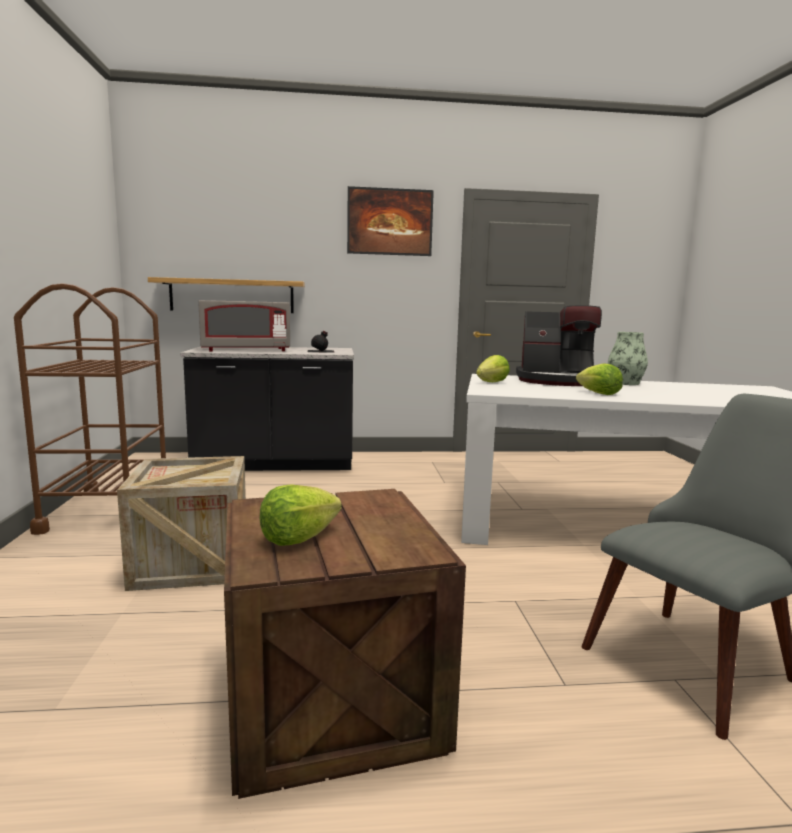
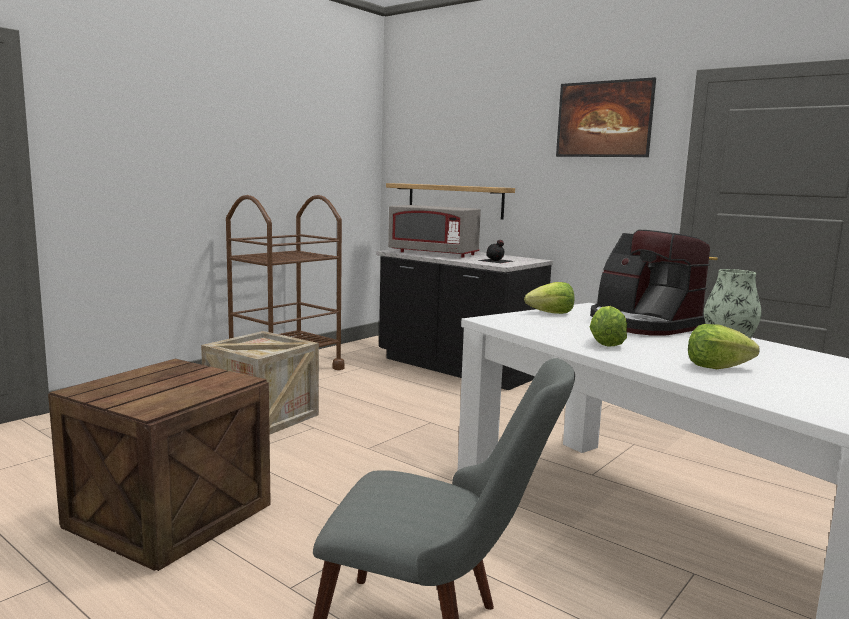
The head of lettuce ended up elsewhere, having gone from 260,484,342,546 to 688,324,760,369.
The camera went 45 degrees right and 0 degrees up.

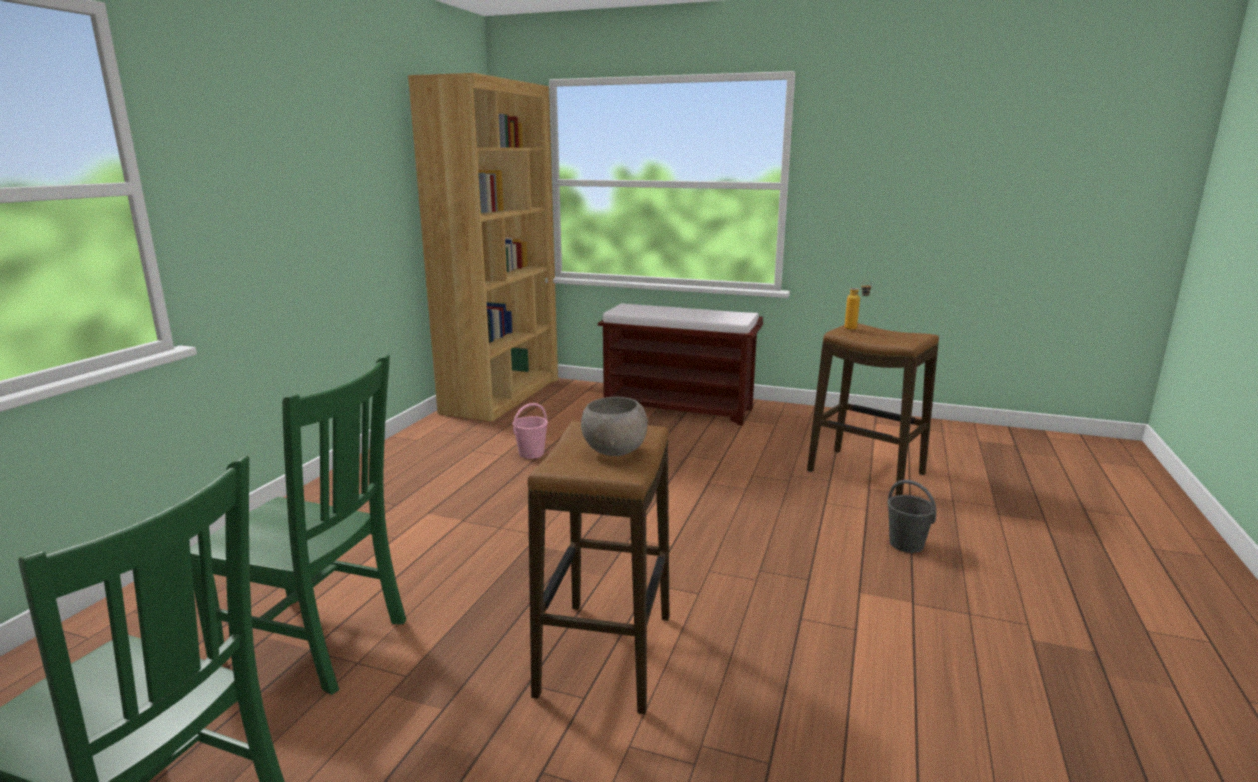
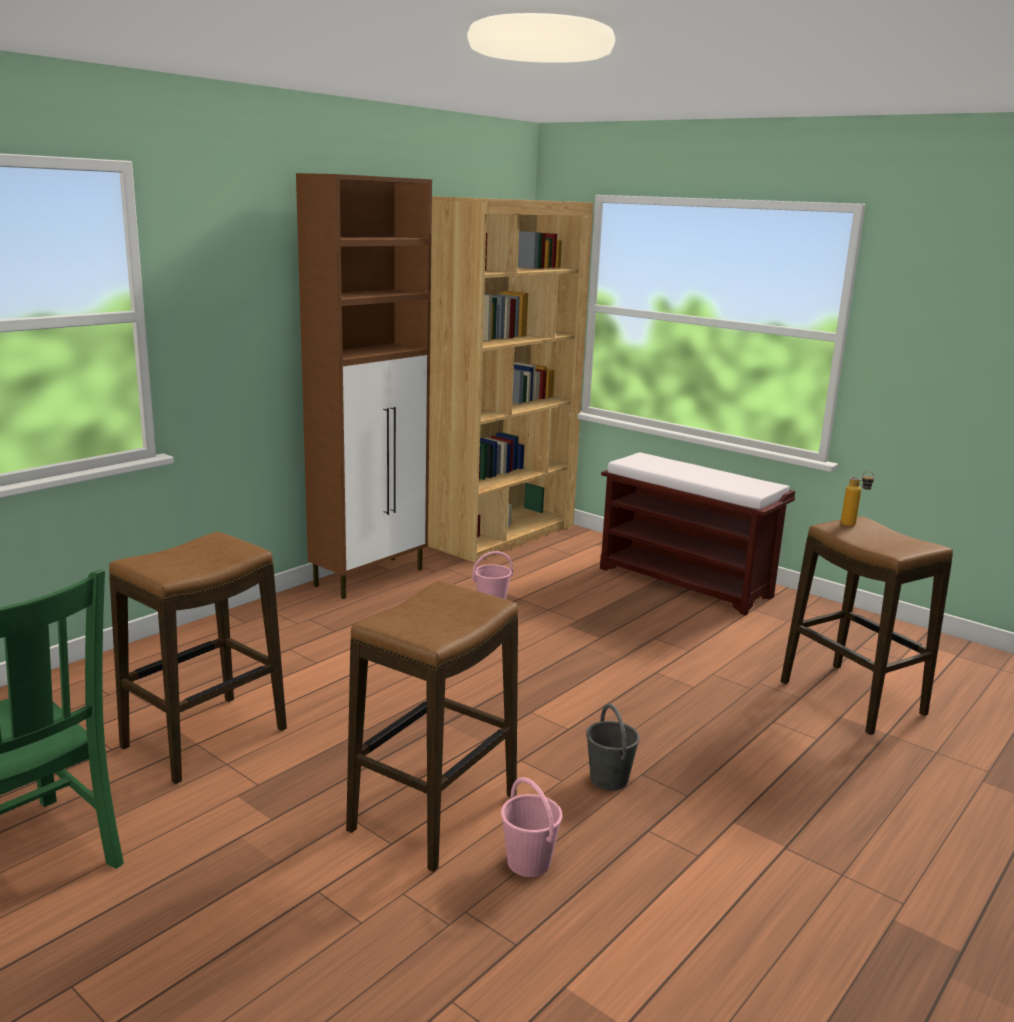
Where the green-coloured upright chair stood at 190,355,406,695, the stool came to stand at 109,531,287,784.
The second view gained the brownish storage cabinet at 296,173,432,599.
The second view gained the pink water bucket at 501,777,563,877.
The greyish water bucket ended up elsewhere, having gone from 887,480,936,553 to 586,704,640,791.
The second view lost the greyish bowl at 581,397,648,456.
The camera went 20 degrees right and 0 degrees up.

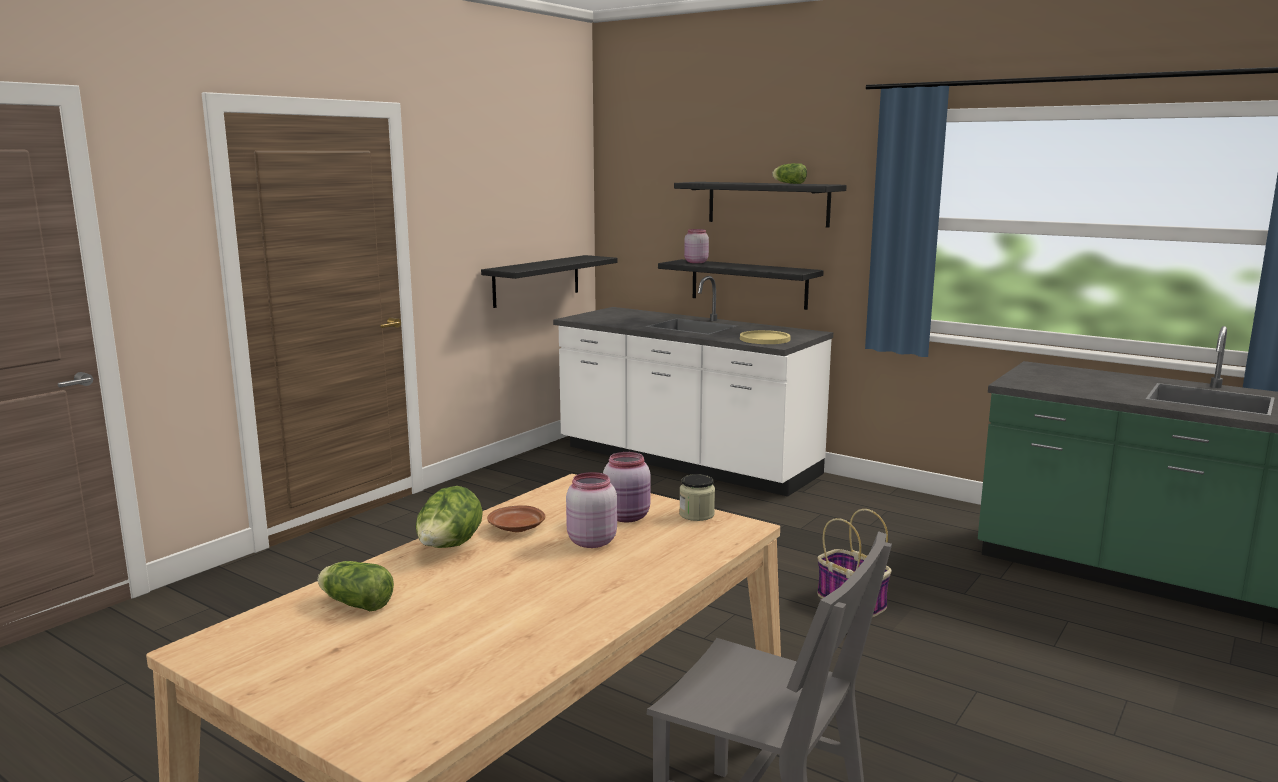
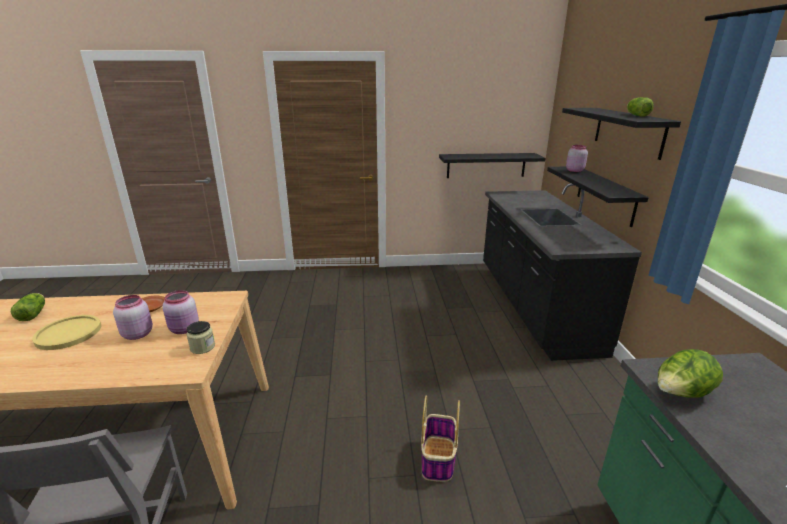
The yellow dinner plate ended up elsewhere, having gone from 740,330,790,344 to 32,315,101,350.
What was the white counter at 553,276,833,497 turned into the black-coloured counter at 483,183,642,361.
The head of lettuce ended up elsewhere, having gone from 416,486,483,548 to 658,349,723,398.
The camera went 50 degrees right and 10 degrees up.

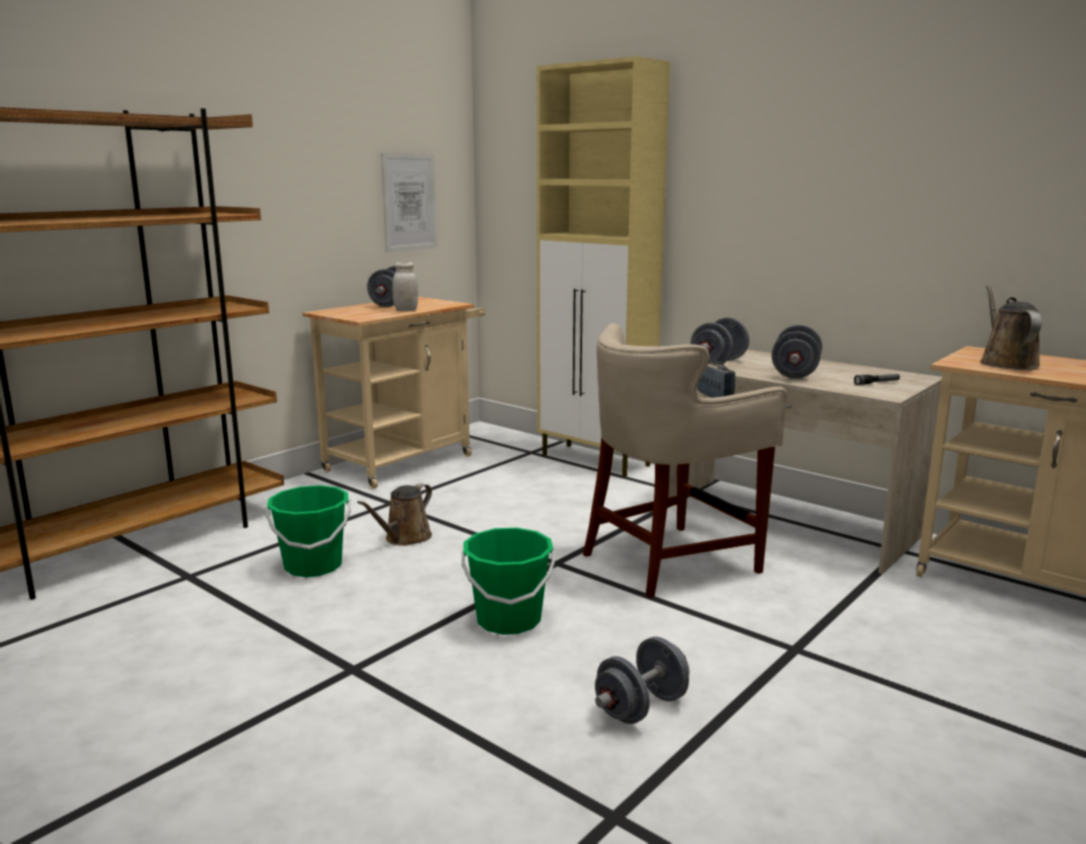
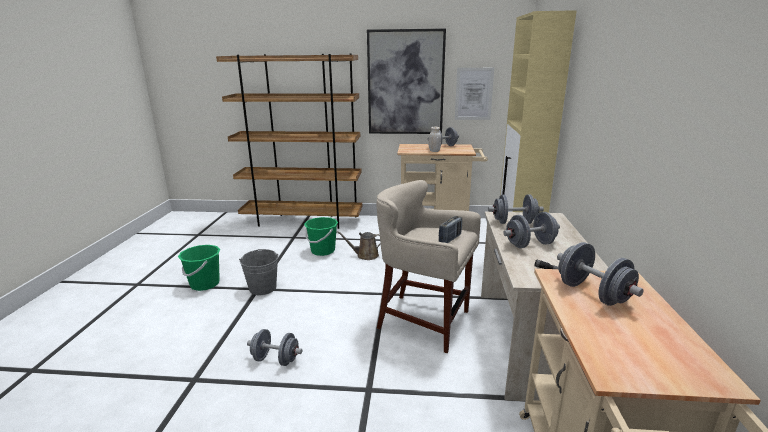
The green-coloured water bucket ended up elsewhere, having gone from 462,528,555,635 to 178,245,220,291.
The second view gained the greyish water bucket at 239,249,278,295.
The second view gained the picture at 367,28,446,134.
Where the brownish watering pot stood at 980,285,1042,370, the greyish dumbbell came to stand at 557,242,644,306.
The camera went 55 degrees right and 5 degrees up.

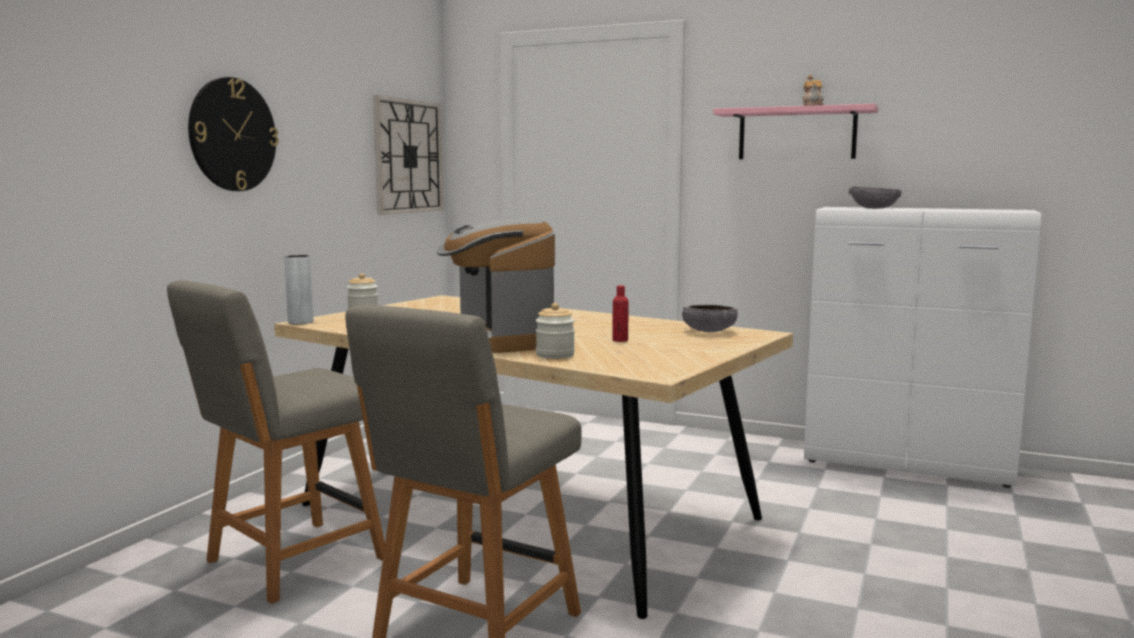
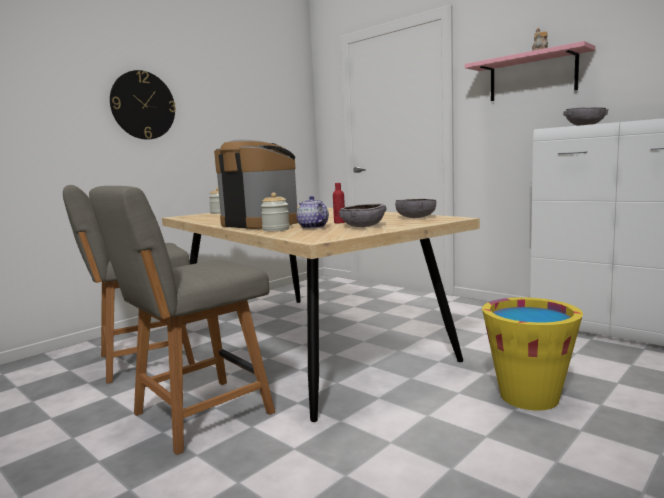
The coffee maker at 437,219,555,353 ended up facing another way, 135 degrees clockwise from before.
The second view gained the pot for tea at 297,196,329,229.
The second view gained the greyish bowl at 339,204,386,227.
The second view gained the yellow water bucket at 482,297,583,411.
The second view lost the greyish vase at 284,255,314,324.
The second view lost the hanging clock at 373,95,443,215.
The camera went 20 degrees right and 0 degrees up.

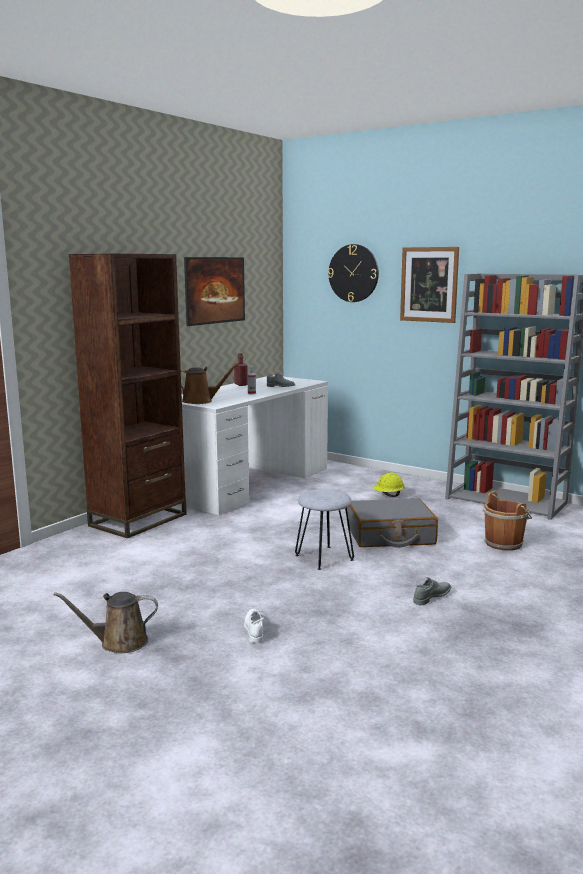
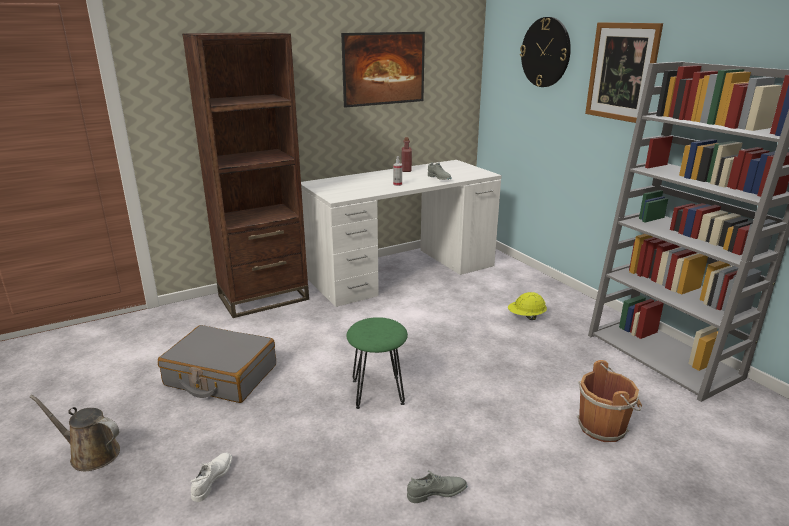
The greyish piece of luggage ended up elsewhere, having gone from 347,498,438,548 to 158,325,276,403.
What was the greyish stool at 295,489,354,570 turned into the green-coloured stool at 346,317,408,409.
The second view lost the brownish watering pot at 181,364,239,404.
The camera went 25 degrees right and 10 degrees up.

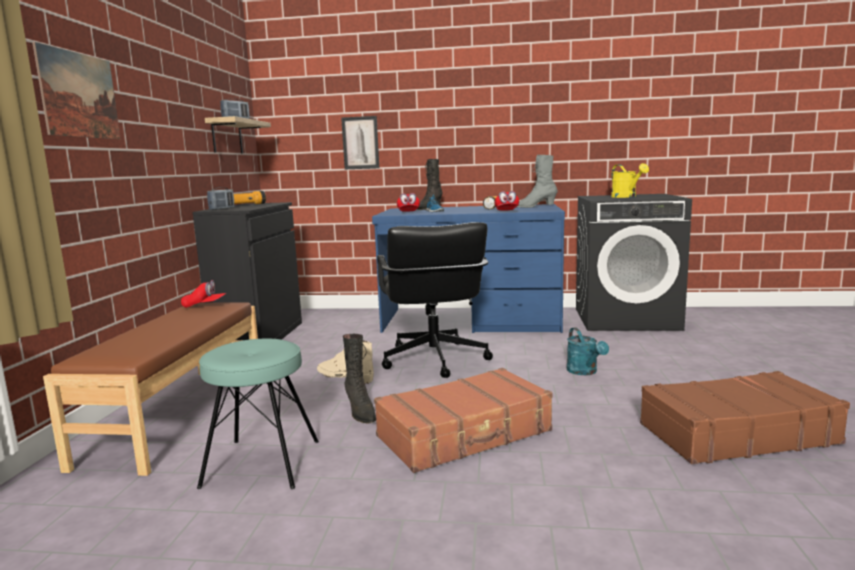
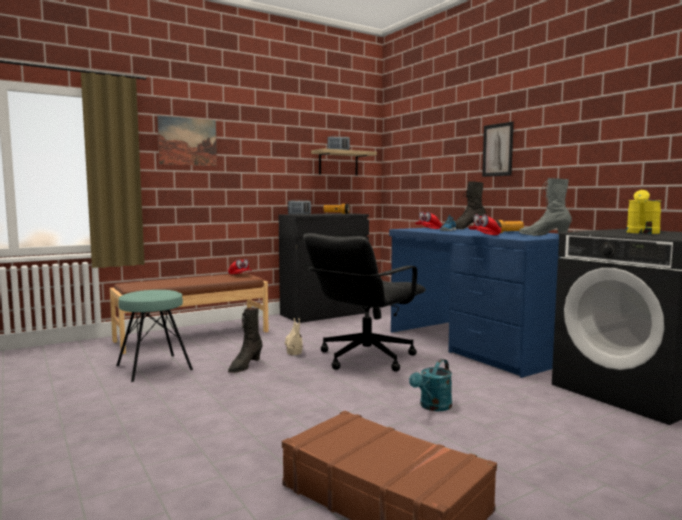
The picture ended up elsewhere, having gone from 341,116,379,169 to 482,122,514,177.
The second view lost the brownish piece of luggage at 374,368,553,473.
The camera went 50 degrees right and 5 degrees down.

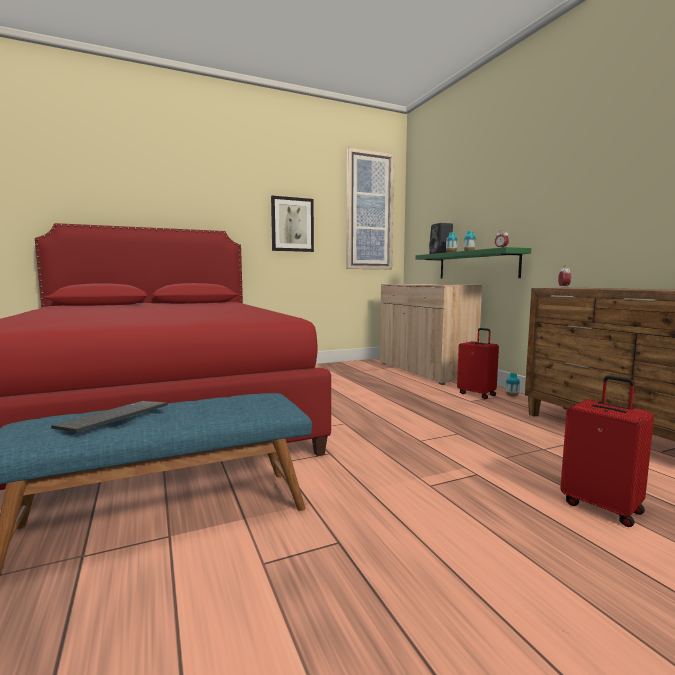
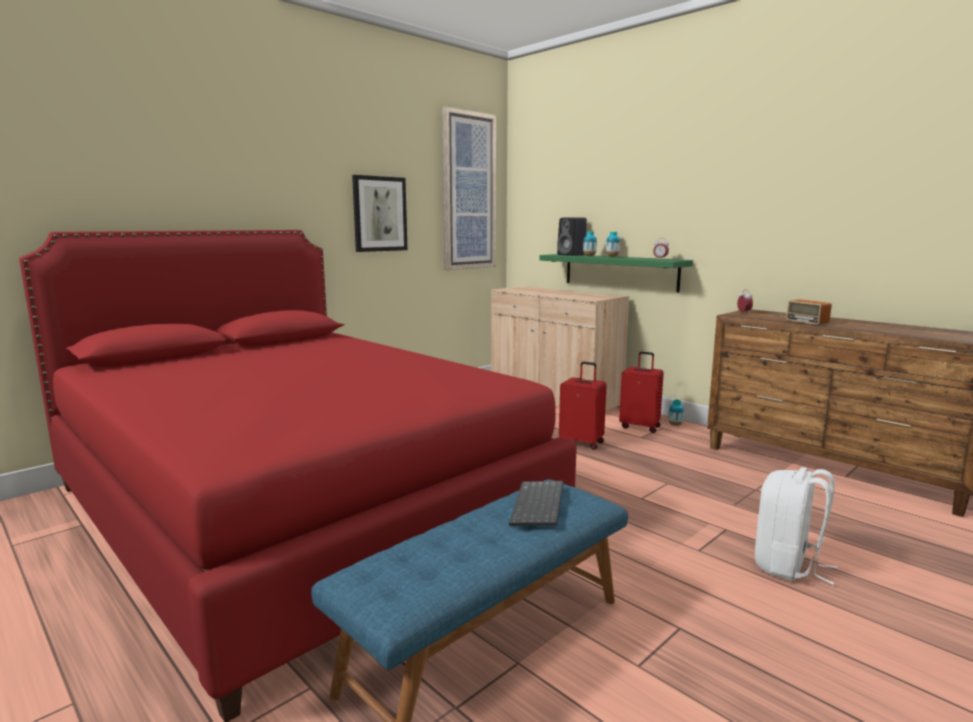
The keyboard ended up elsewhere, having gone from 51,401,168,433 to 509,481,564,526.
The red piece of luggage ended up elsewhere, having gone from 560,375,654,527 to 559,362,607,450.
The second view gained the white knapsack at 755,467,838,584.
The second view gained the radio at 770,299,832,325.
The camera went 20 degrees left and 5 degrees up.

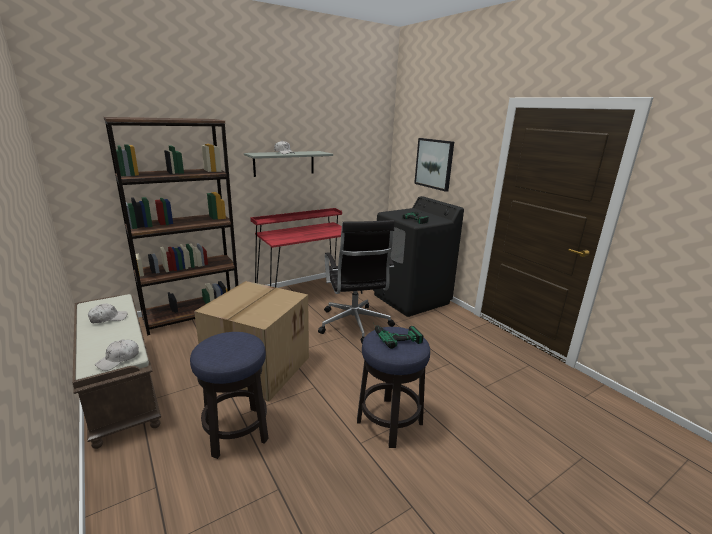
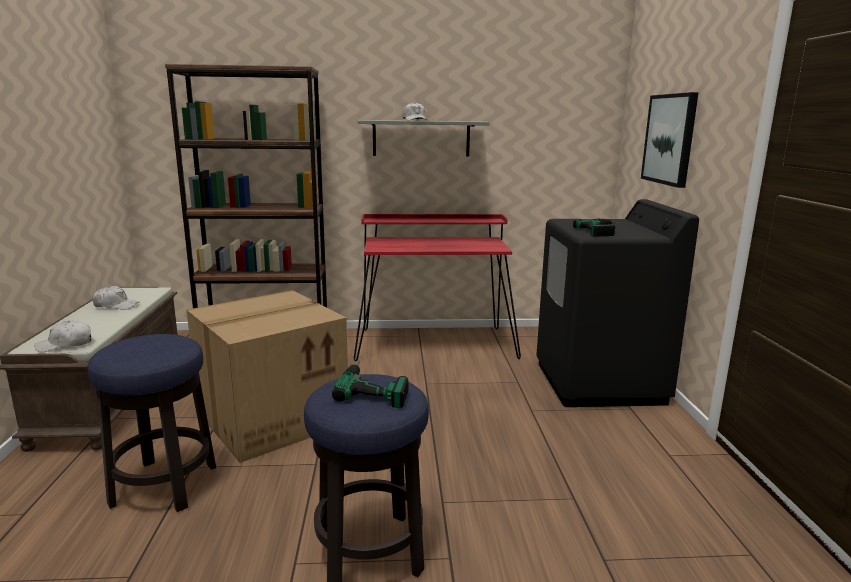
The second view lost the black-coloured desk chair at 318,220,395,343.
The camera went 30 degrees right and 5 degrees down.

